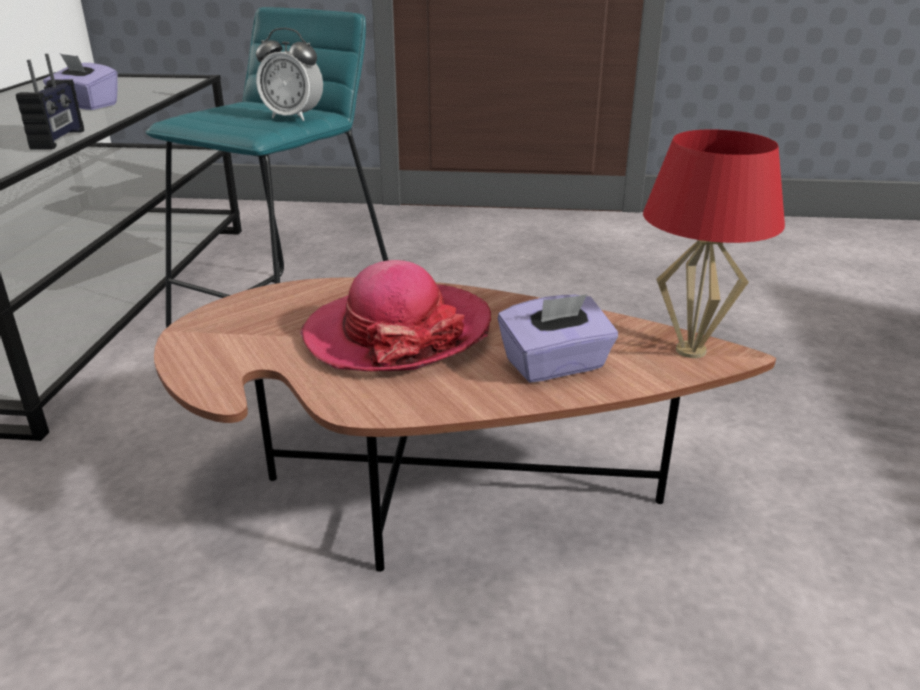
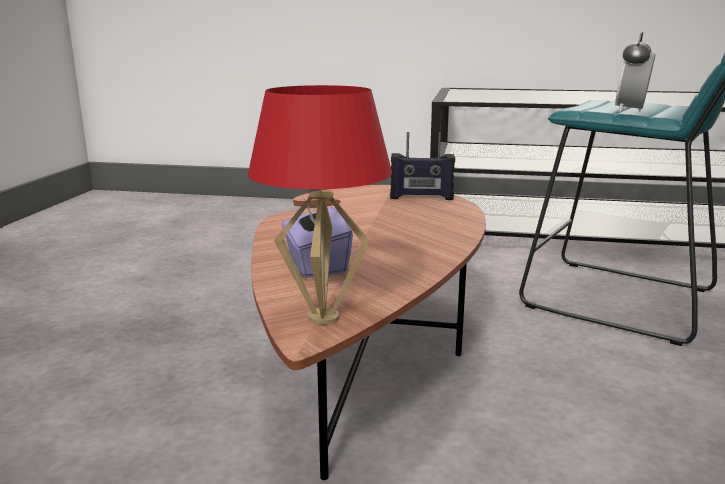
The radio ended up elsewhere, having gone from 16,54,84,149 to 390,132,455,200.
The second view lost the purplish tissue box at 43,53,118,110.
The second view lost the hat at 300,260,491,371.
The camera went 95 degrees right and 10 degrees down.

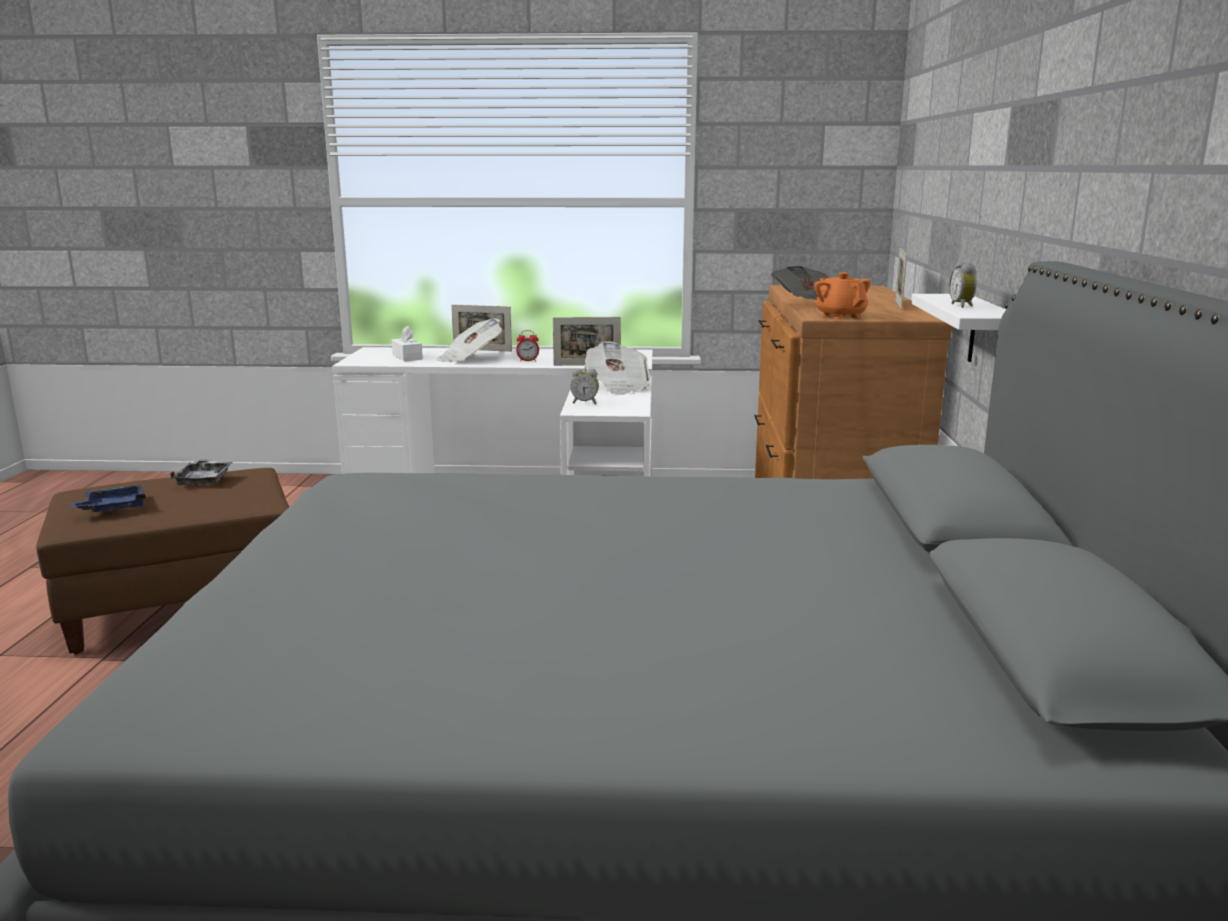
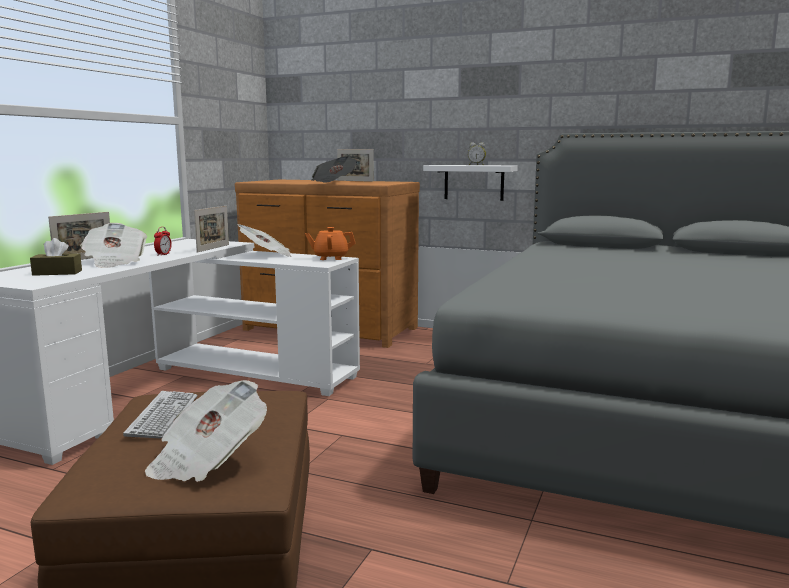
What was the white tissue box at 392,326,423,361 turned into the brownish tissue box at 30,238,82,276.
Where the greyish carrying tray stood at 170,459,233,486, the keyboard came to stand at 123,391,197,439.
Where the blue-coloured carrying tray stood at 71,485,146,512, the printed paper came to stand at 145,380,267,482.
The orange-coloured pot for tea ended up elsewhere, having gone from 814,272,871,320 to 305,227,355,260.
The second view lost the bedside clock at 570,368,599,404.
The camera went 70 degrees left and 5 degrees down.

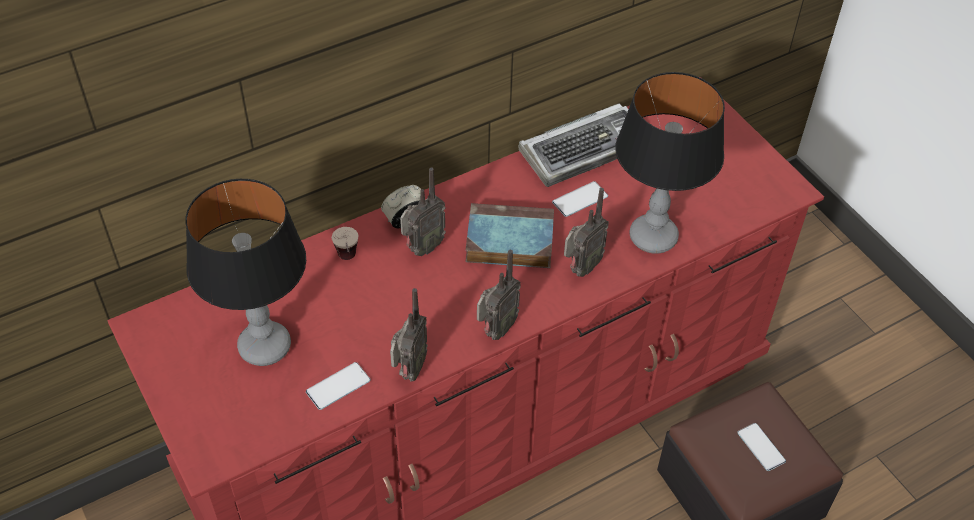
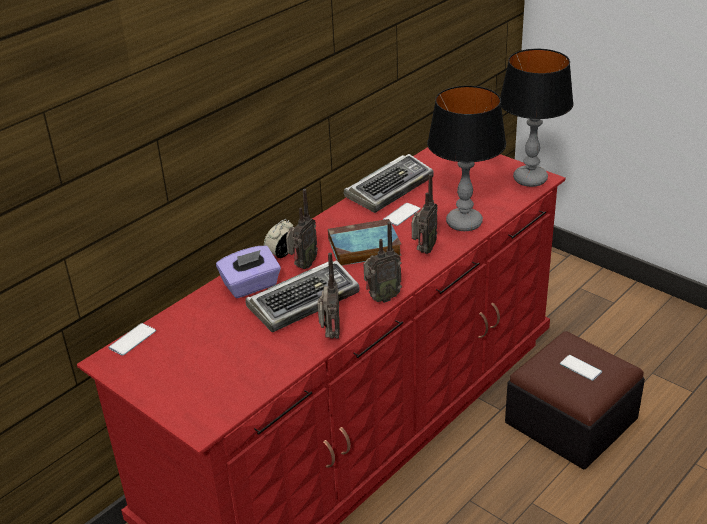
The handset ended up elsewhere, having gone from 306,362,370,410 to 108,323,156,356.
Where the small cup stood at 332,227,358,260, the purplish tissue box came to stand at 216,246,281,298.
The second view gained the keyboard at 246,260,359,332.
The radio at 477,250,521,340 ended up facing another way, 45 degrees clockwise from before.
The table lamp ended up elsewhere, having gone from 185,179,306,366 to 500,49,574,187.
The camera went 15 degrees left and 15 degrees down.

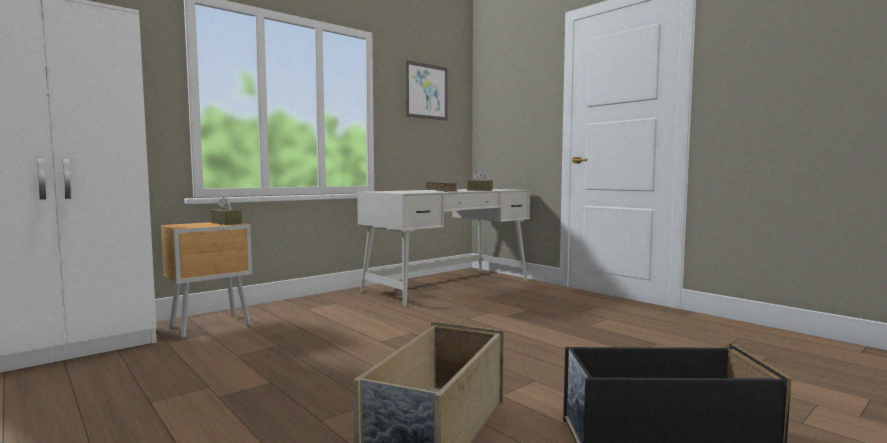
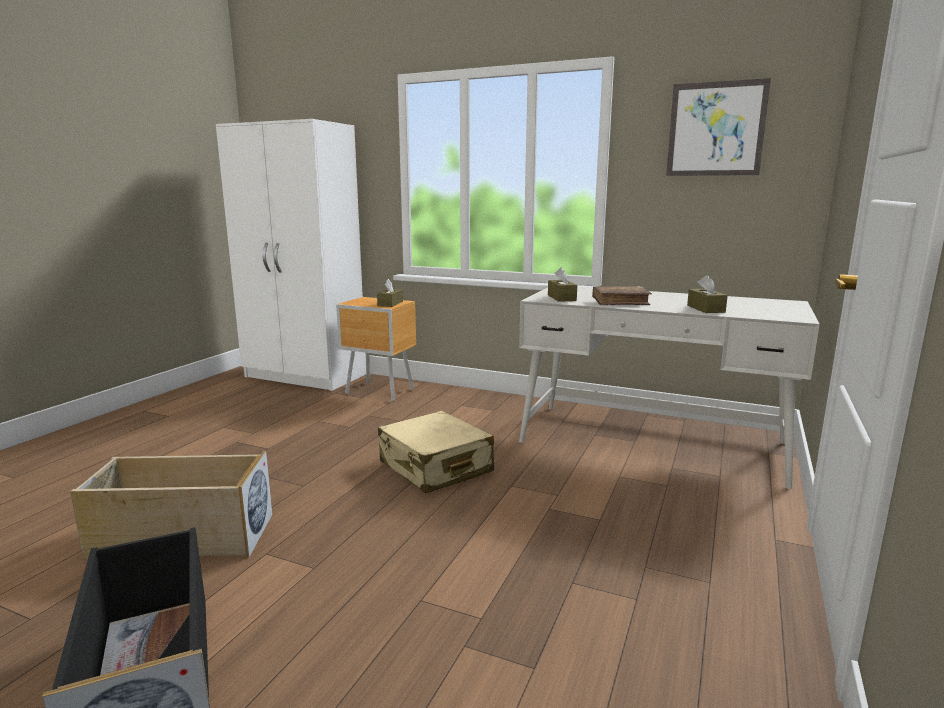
The second view gained the beige-coloured piece of luggage at 378,411,494,494.
The second view gained the brownish tissue box at 548,267,577,302.
The camera went 65 degrees right and 10 degrees up.

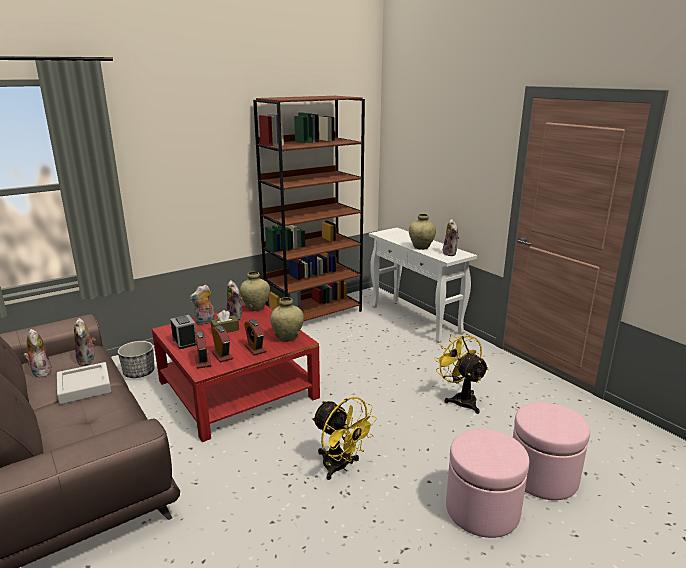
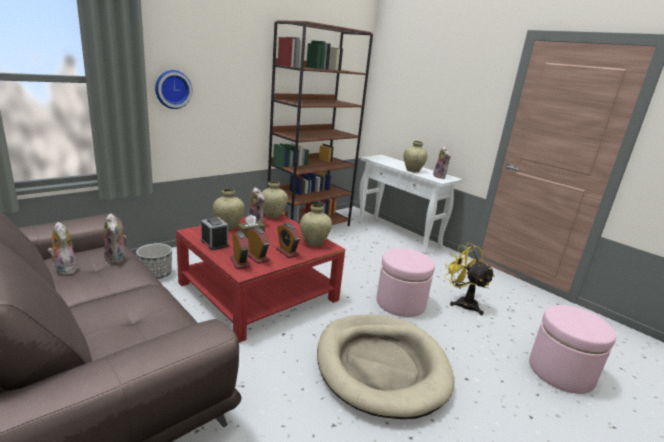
The second view gained the hanging clock at 155,70,192,109.
Where the soft toy stood at 190,285,215,325, the beige-coloured vase came to stand at 213,189,245,230.
Where the yellow fan stood at 312,397,377,480, the beige-coloured pet bed came to stand at 317,314,454,419.
The pink pouffe ended up elsewhere, having gone from 446,429,529,538 to 376,248,435,317.
The second view lost the greyish carrying tray at 57,362,111,404.
The camera went 10 degrees left and 0 degrees up.

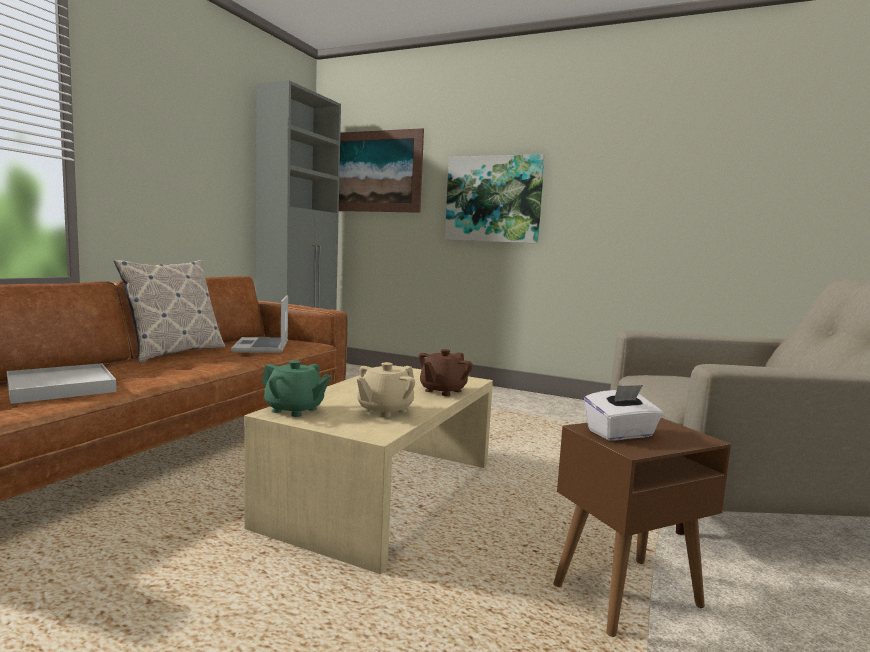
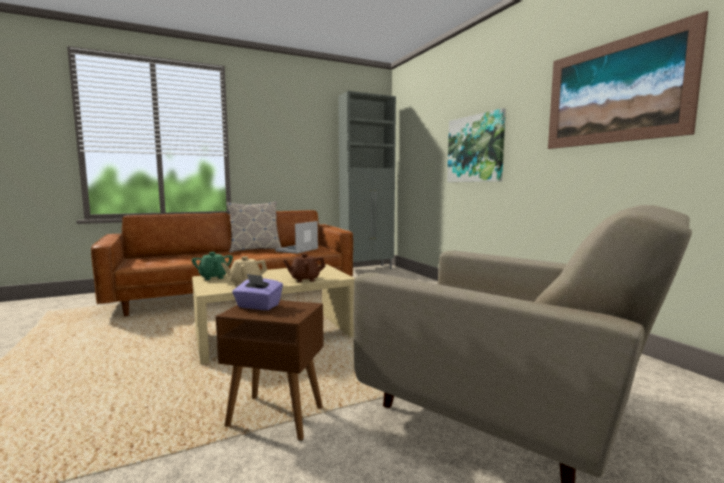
What was the white tissue box at 584,385,663,440 turned into the purplish tissue box at 232,274,283,310.
The picture ended up elsewhere, having gone from 339,128,424,213 to 548,11,709,149.
The second view lost the white carrying tray at 7,363,116,404.
The camera went 40 degrees right and 0 degrees up.

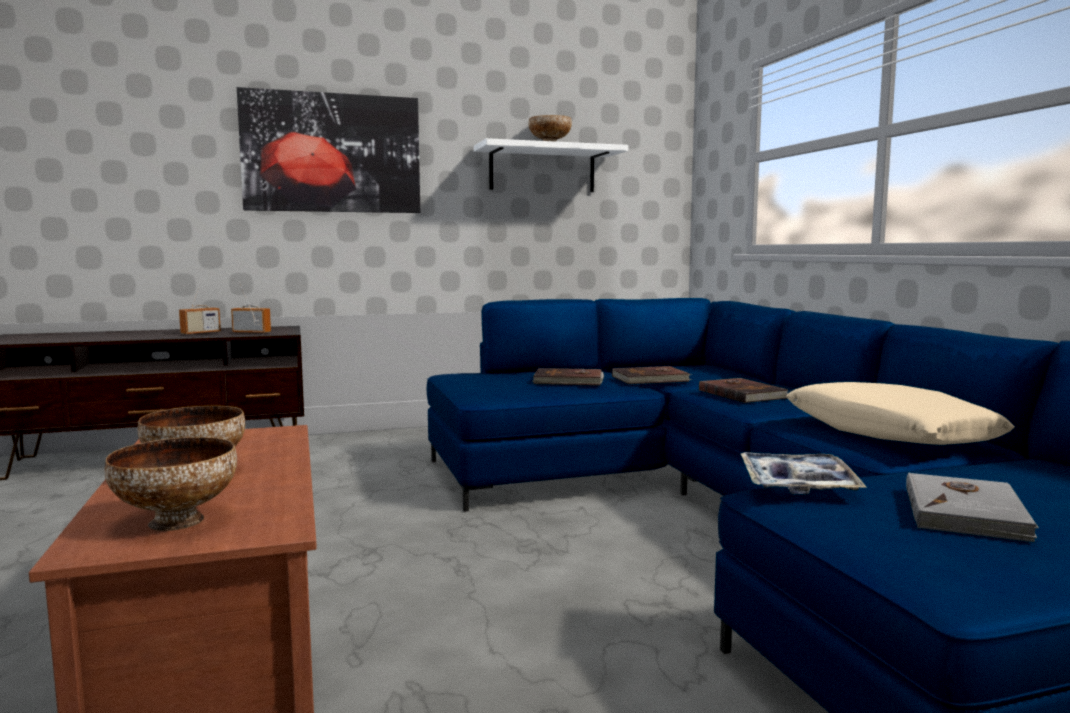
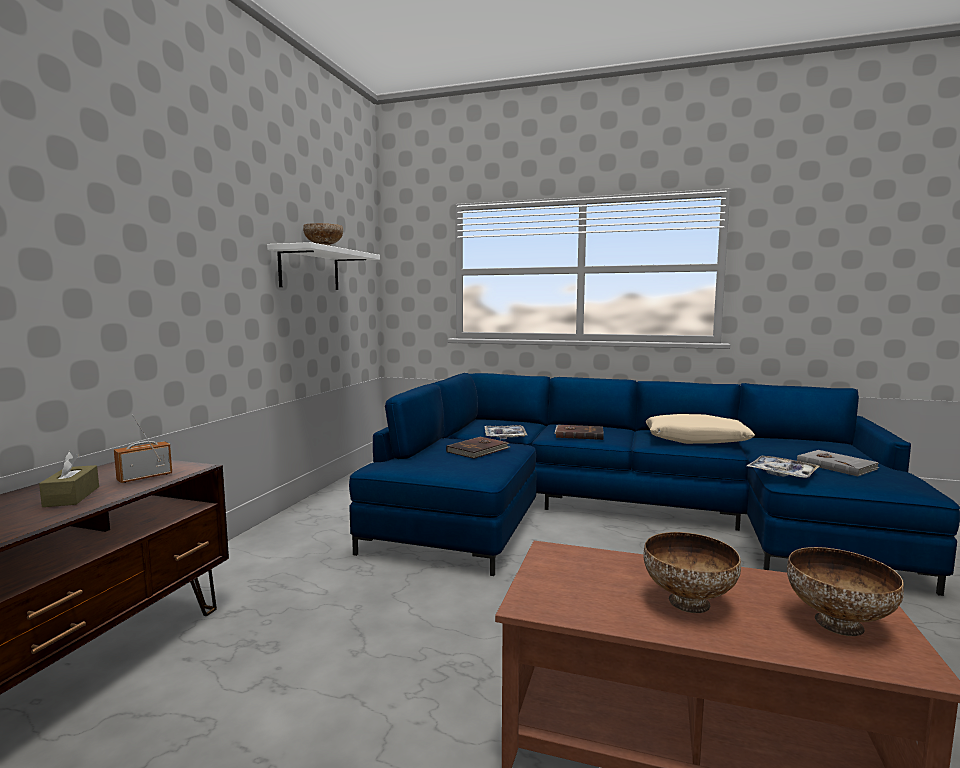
Where the radio stood at 179,281,221,335, the brownish tissue box came to stand at 39,451,99,507.
Where the brownish volume stood at 612,366,692,384, the carrying tray came to stand at 484,425,527,439.
The second view lost the picture at 237,87,420,213.
The camera went 55 degrees left and 0 degrees up.

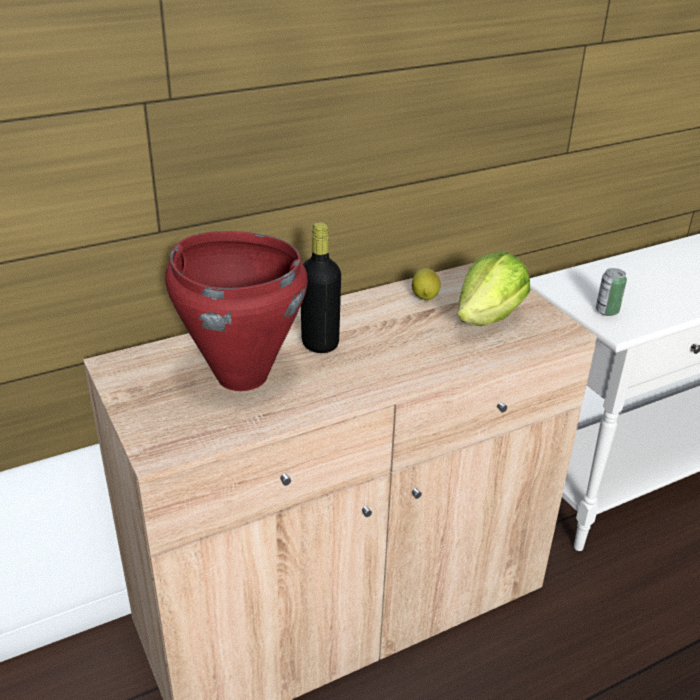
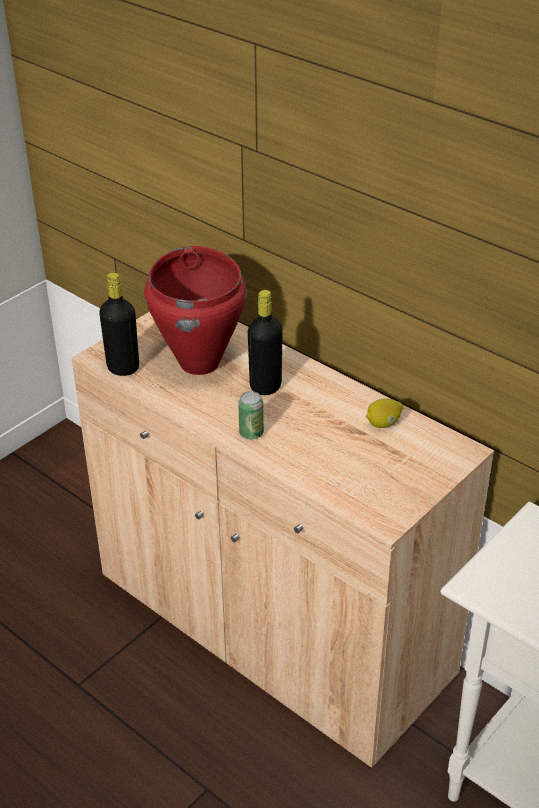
The second view gained the black-coloured drink bottle at 99,273,139,376.
The sealed can ended up elsewhere, having gone from 596,268,627,316 to 238,391,264,439.
The second view lost the head of lettuce at 458,252,530,326.
The camera went 70 degrees right and 5 degrees up.

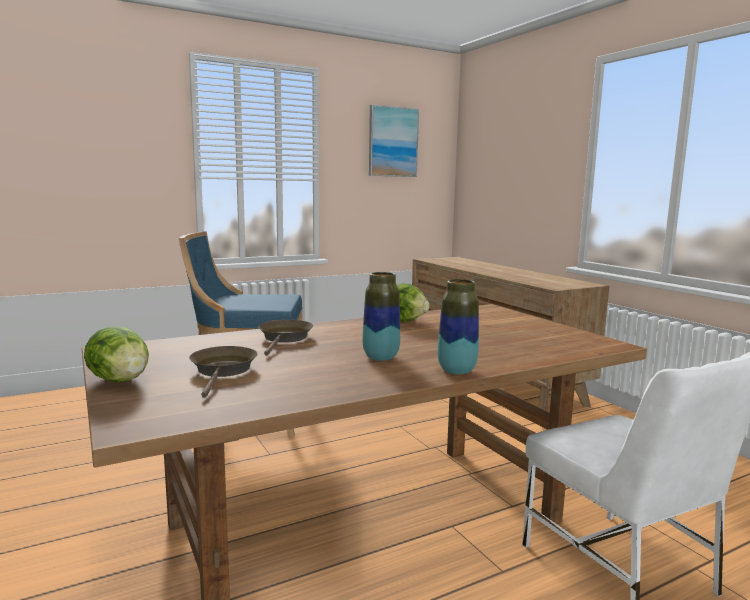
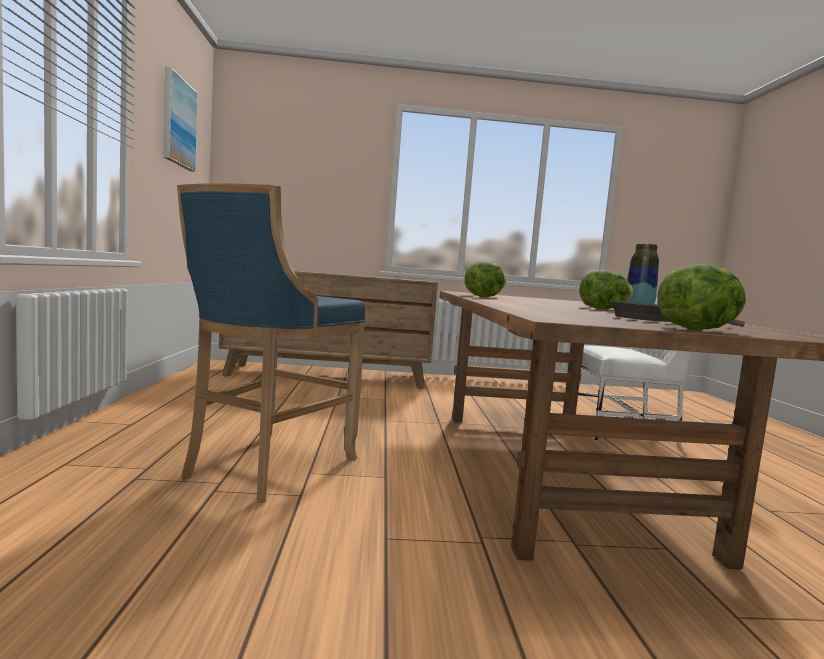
Where the vase stood at 362,272,400,361, the head of lettuce came to stand at 579,270,634,309.
The second view lost the brownish pan at 258,319,313,356.
The camera went 65 degrees left and 5 degrees down.

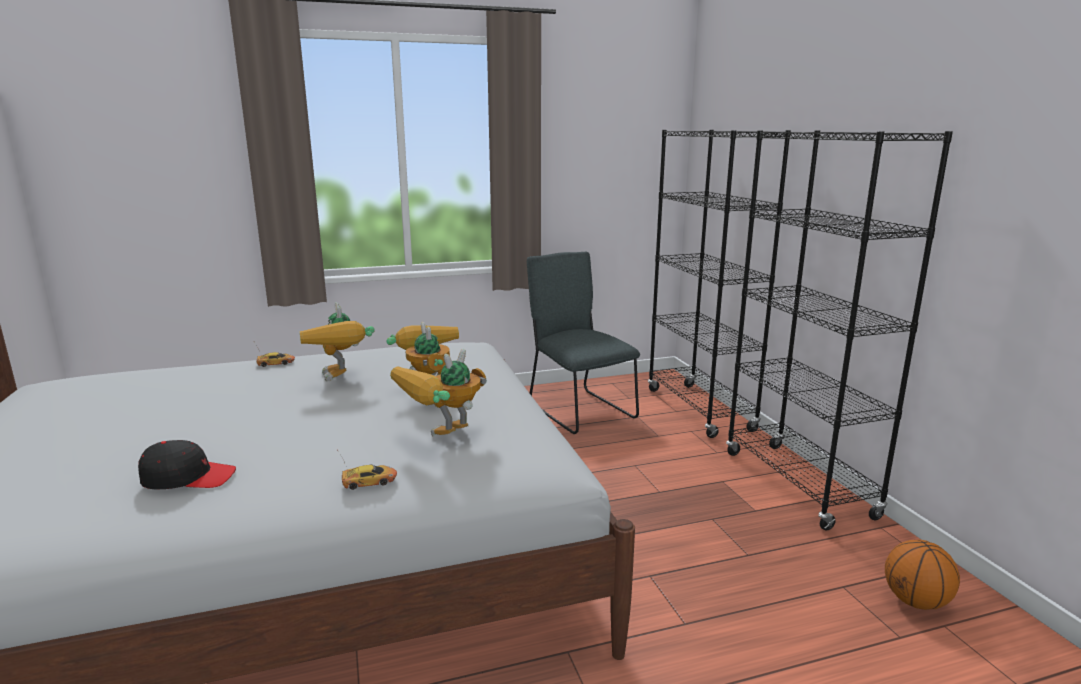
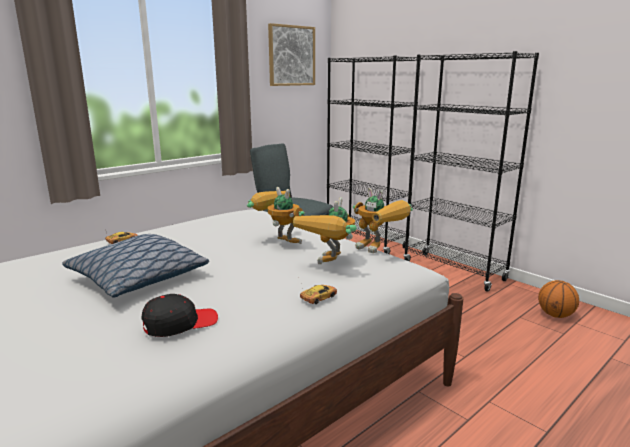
The second view gained the cushion at 62,234,209,298.
The second view gained the picture at 268,23,315,86.
The model robot ended up elsewhere, having gone from 300,302,375,382 to 353,188,413,253.
The camera went 25 degrees left and 0 degrees up.

